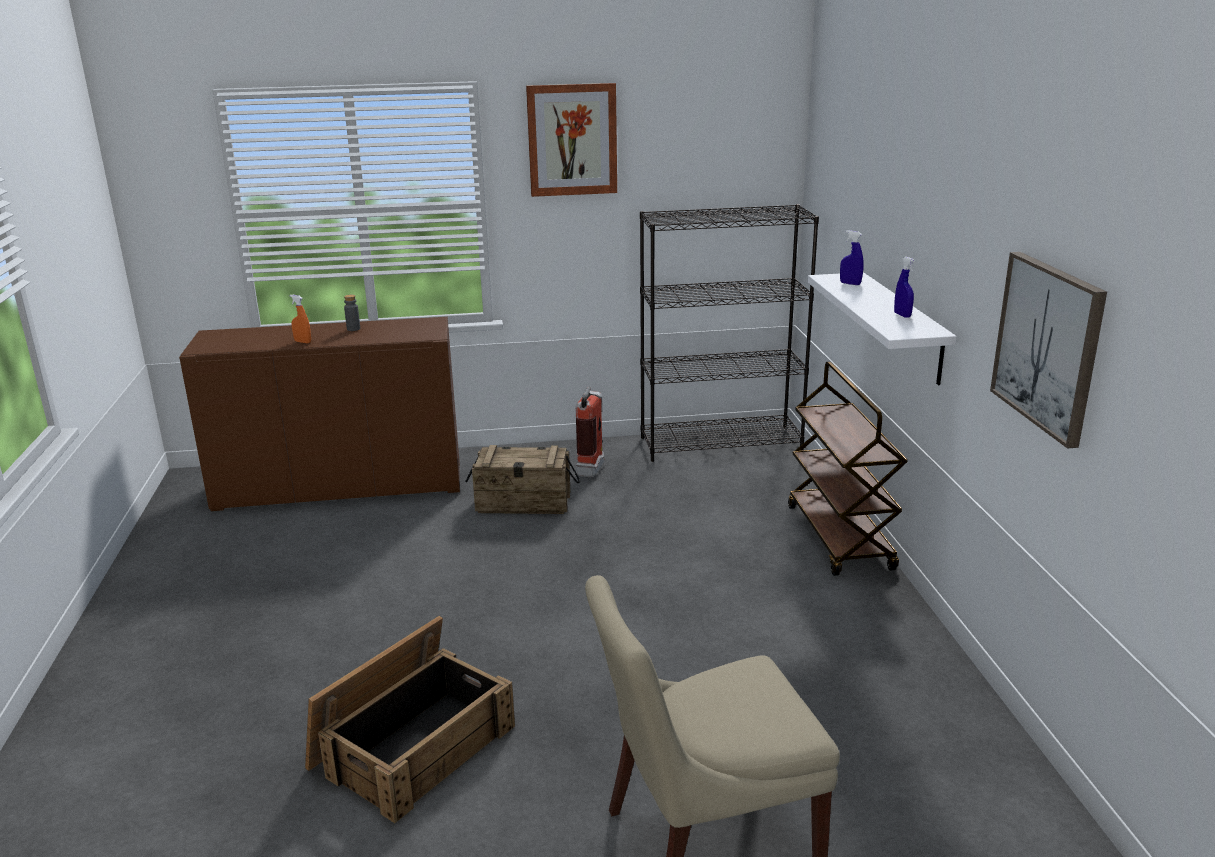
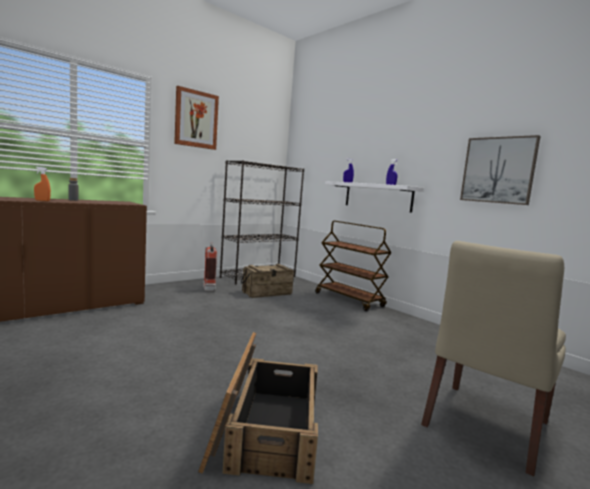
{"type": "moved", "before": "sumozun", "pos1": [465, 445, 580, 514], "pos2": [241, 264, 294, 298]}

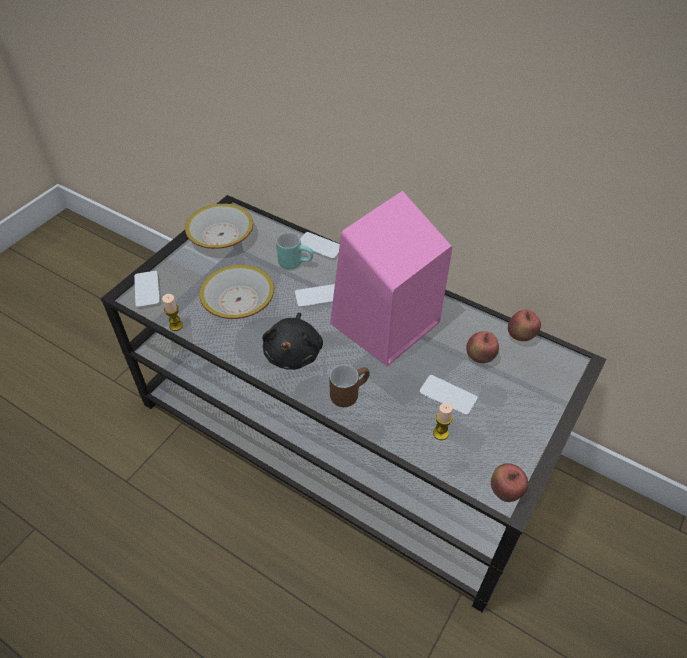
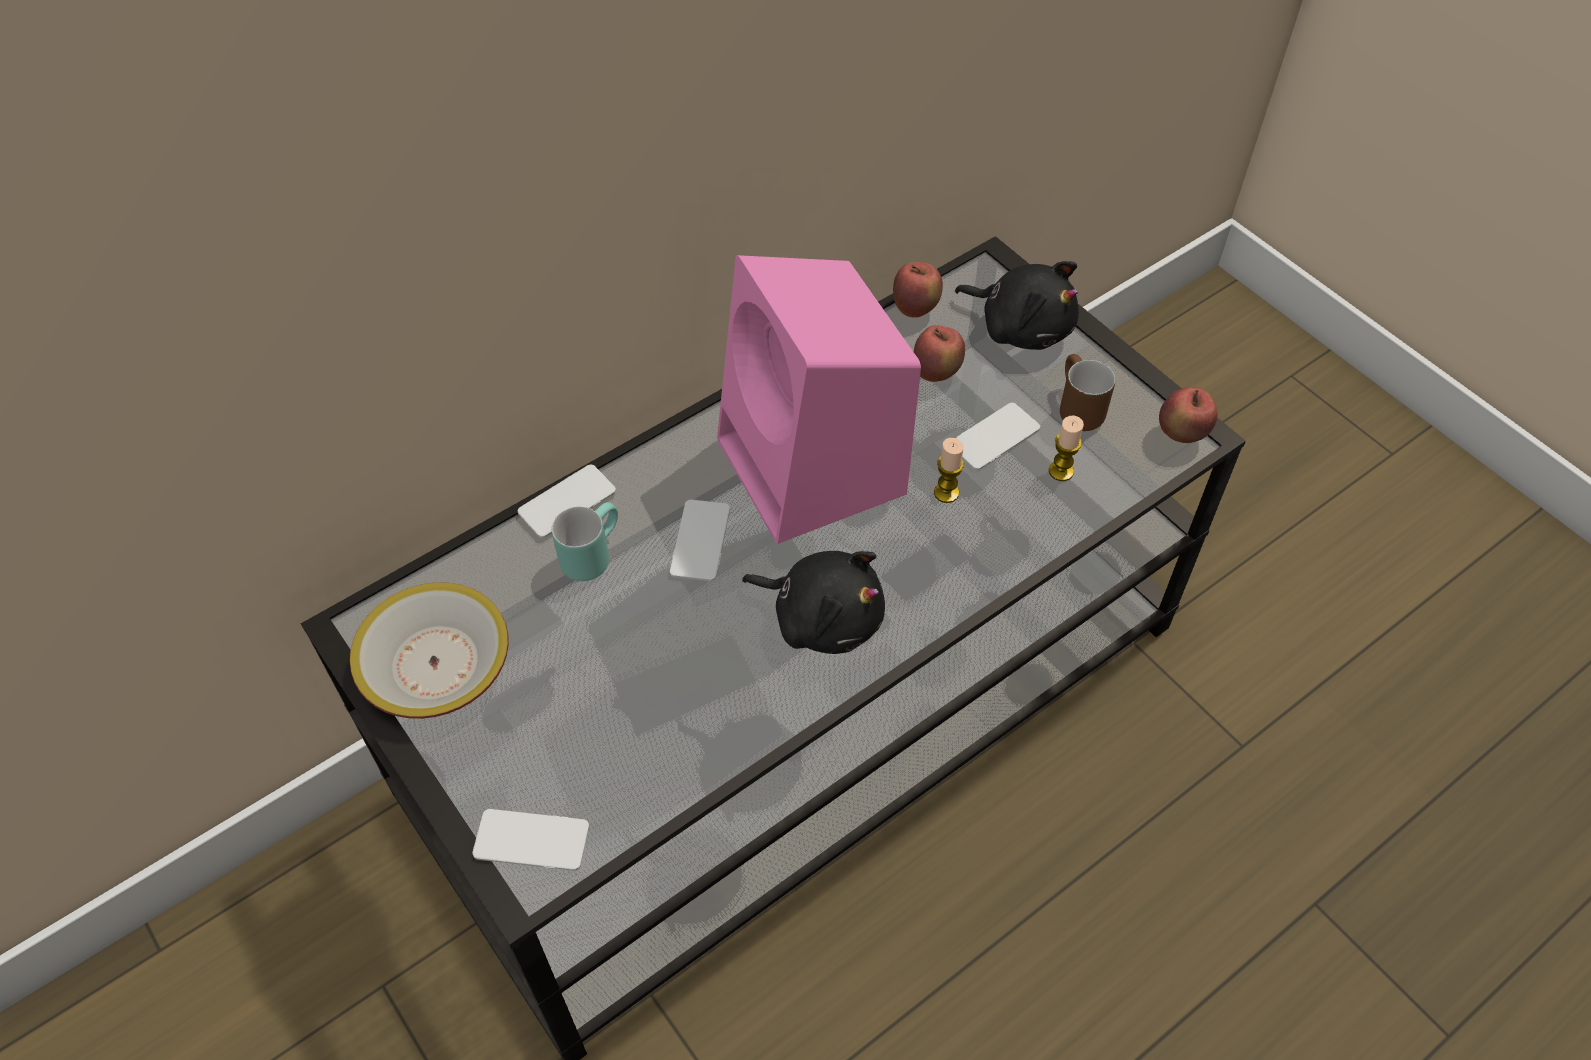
{"type": "removed", "before": "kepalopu", "pos1": [199, 265, 274, 319]}
{"type": "added", "after": "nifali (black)", "pos2": [955, 261, 1079, 350]}
{"type": "moved", "before": "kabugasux", "pos1": [162, 294, 183, 331], "pos2": [934, 438, 964, 503]}
{"type": "moved", "before": "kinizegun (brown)", "pos1": [329, 365, 370, 407], "pos2": [1060, 354, 1115, 431]}

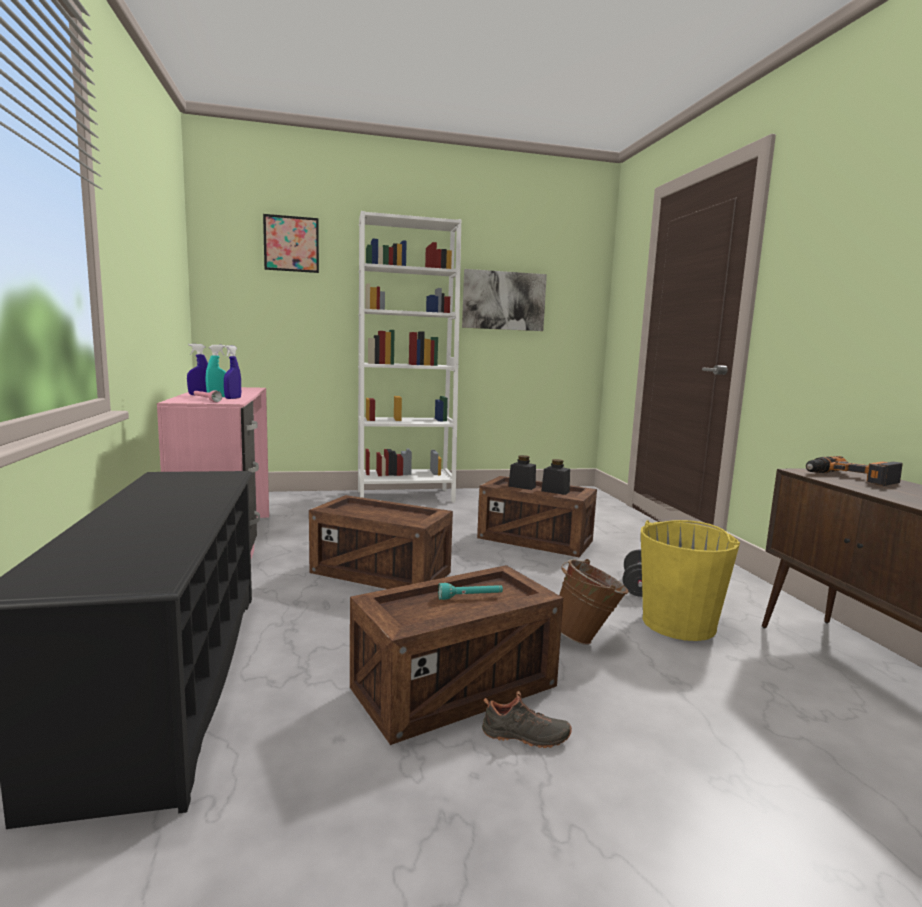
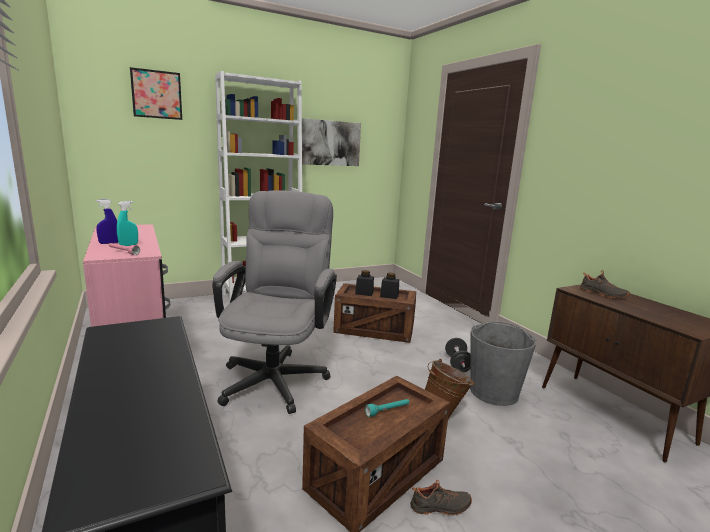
{"type": "removed", "before": "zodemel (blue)", "pos1": [224, 345, 241, 399]}
{"type": "replaced", "before": "sumozun", "after": "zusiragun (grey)", "pos1": [309, 495, 453, 589], "pos2": [212, 191, 337, 414]}
{"type": "replaced", "before": "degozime", "after": "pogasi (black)", "pos1": [806, 456, 903, 486], "pos2": [580, 270, 630, 298]}
{"type": "recoloured", "before": "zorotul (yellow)", "after": "zorotul (grey)", "pos1": [641, 520, 740, 641], "pos2": [470, 321, 537, 406]}

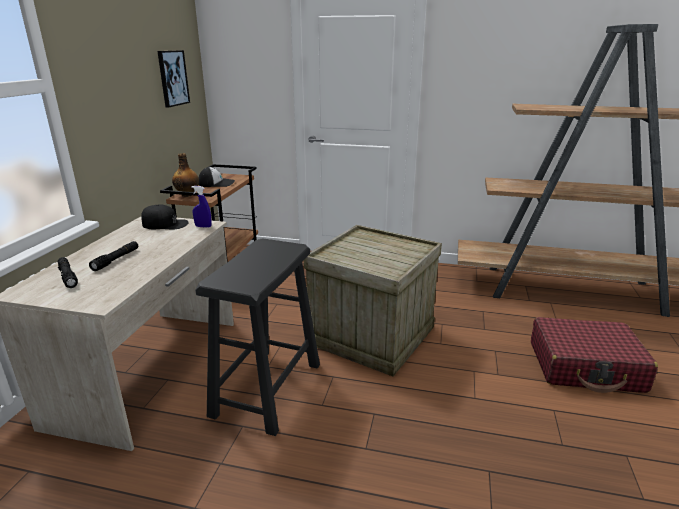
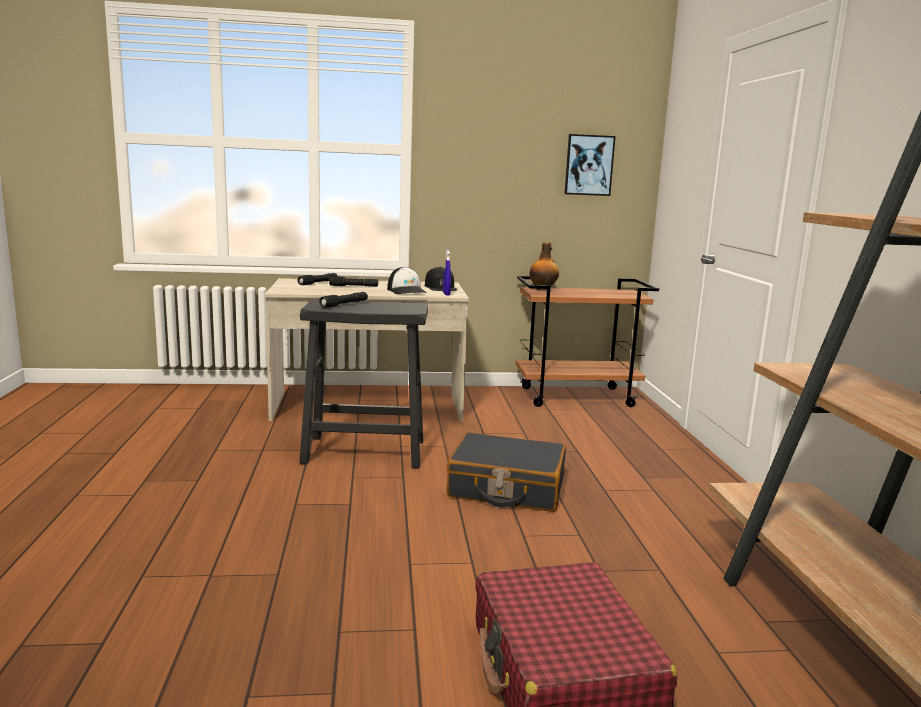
{"type": "added", "after": "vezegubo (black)", "pos2": [319, 292, 368, 308]}
{"type": "moved", "before": "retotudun", "pos1": [198, 167, 235, 187], "pos2": [387, 267, 427, 294]}
{"type": "replaced", "before": "sumozun", "after": "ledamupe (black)", "pos1": [304, 225, 442, 377], "pos2": [447, 432, 566, 512]}

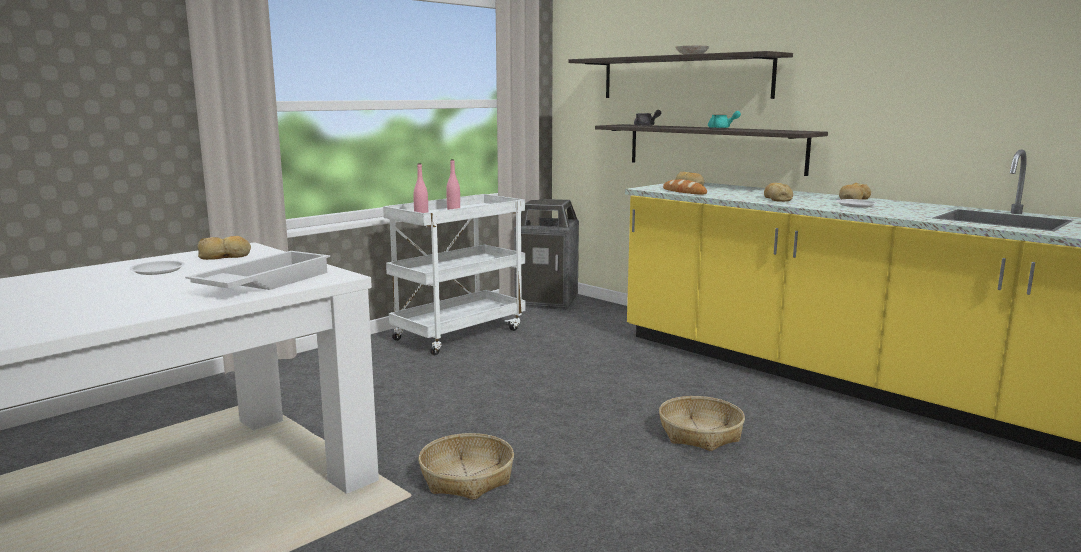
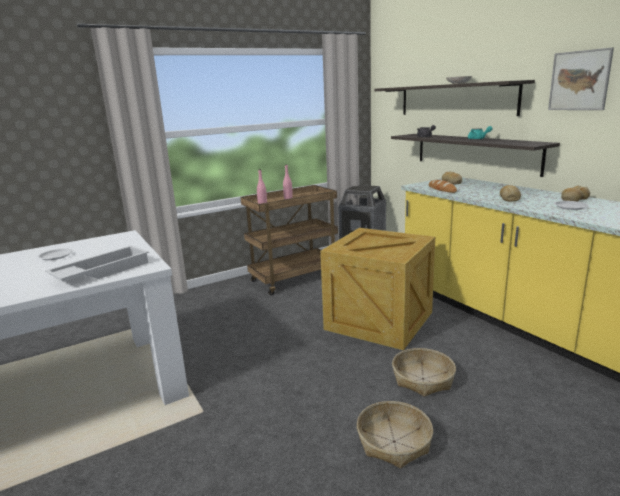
{"type": "removed", "before": "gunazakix", "pos1": [198, 236, 251, 260]}
{"type": "added", "after": "sumozun", "pos2": [320, 228, 435, 350]}
{"type": "added", "after": "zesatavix", "pos2": [548, 47, 614, 110]}
{"type": "moved", "before": "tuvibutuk", "pos1": [419, 433, 514, 500], "pos2": [357, 401, 433, 468]}
{"type": "recoloured", "before": "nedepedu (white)", "after": "nedepedu (brown)", "pos1": [383, 194, 525, 355], "pos2": [241, 185, 338, 295]}

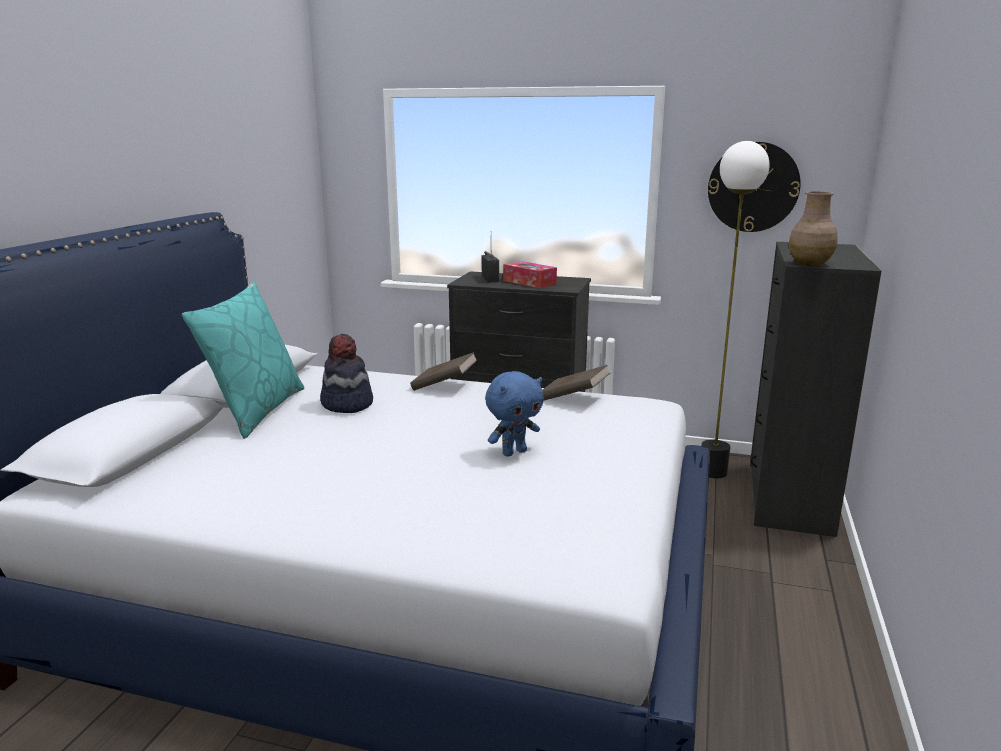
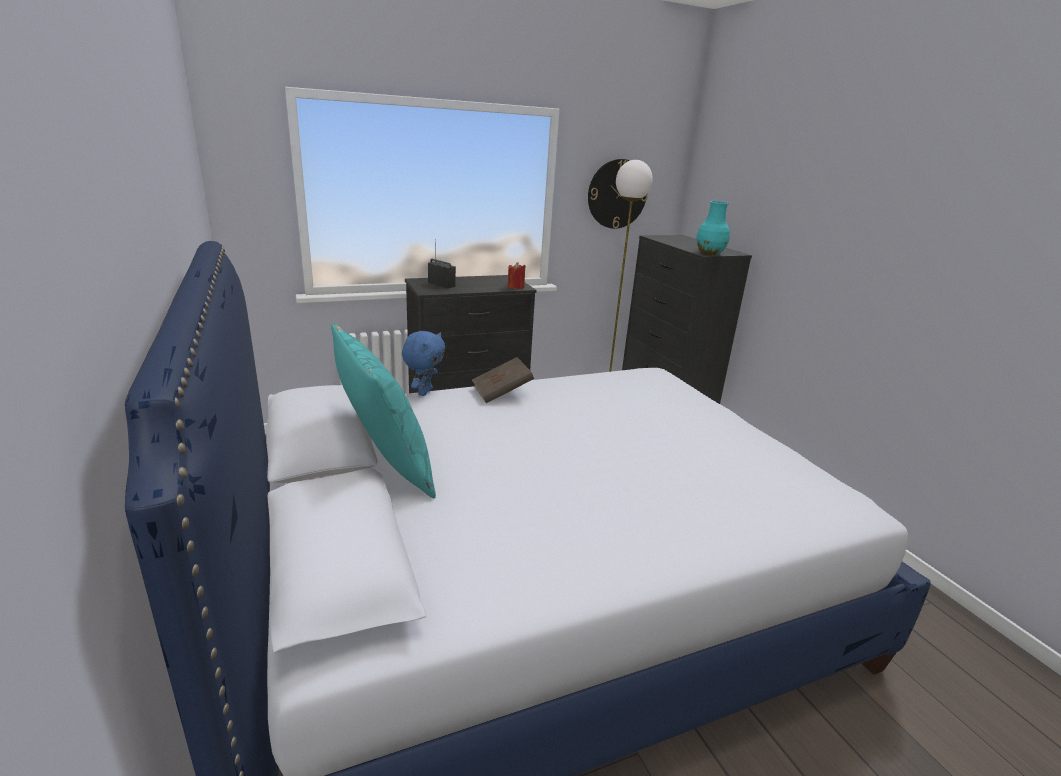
{"type": "removed", "before": "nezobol", "pos1": [320, 334, 373, 413]}
{"type": "removed", "before": "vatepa", "pos1": [503, 261, 557, 288]}
{"type": "removed", "before": "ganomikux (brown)", "pos1": [542, 365, 610, 401]}
{"type": "added", "after": "kabugasux (red)", "pos2": [508, 262, 526, 289]}
{"type": "moved", "before": "nifali (blue)", "pos1": [485, 371, 544, 456], "pos2": [402, 331, 445, 396]}
{"type": "recoloured", "before": "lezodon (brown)", "after": "lezodon (turquoise)", "pos1": [789, 191, 838, 266], "pos2": [696, 201, 730, 255]}

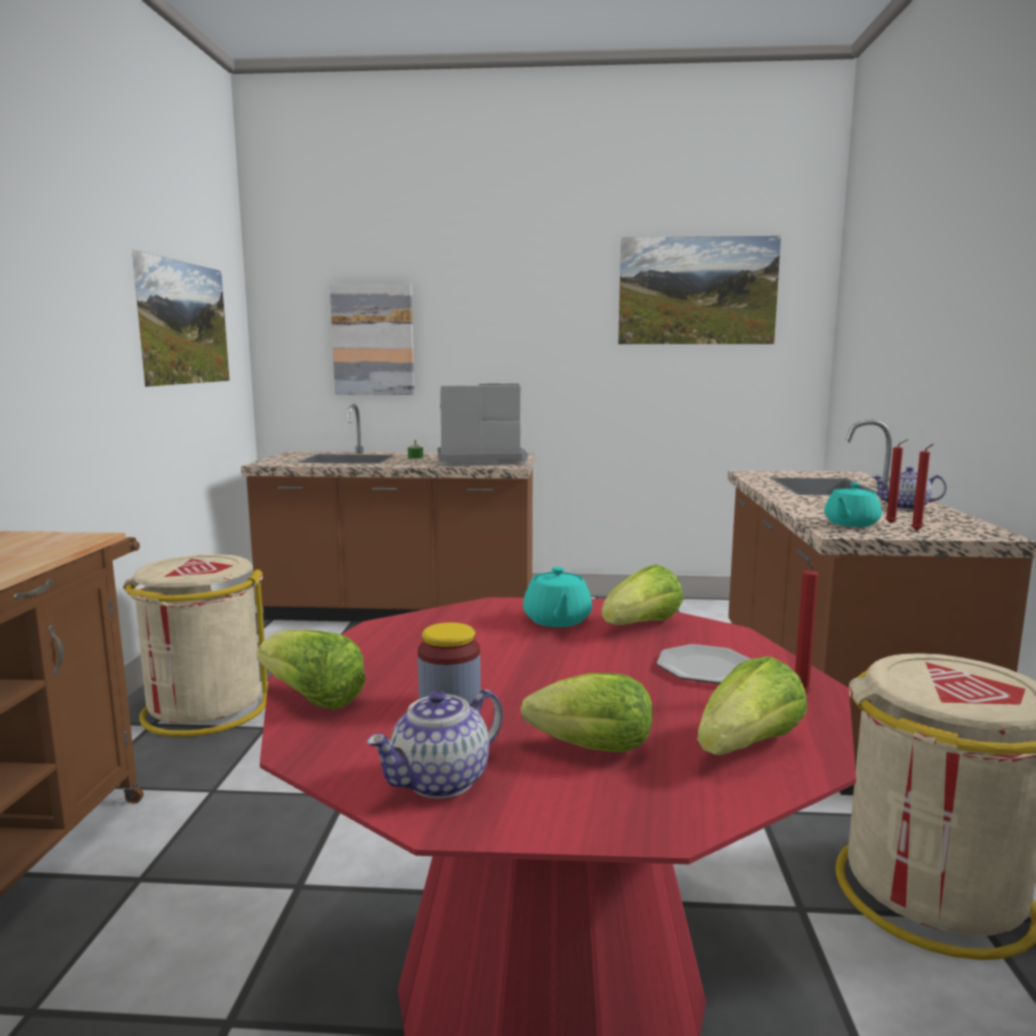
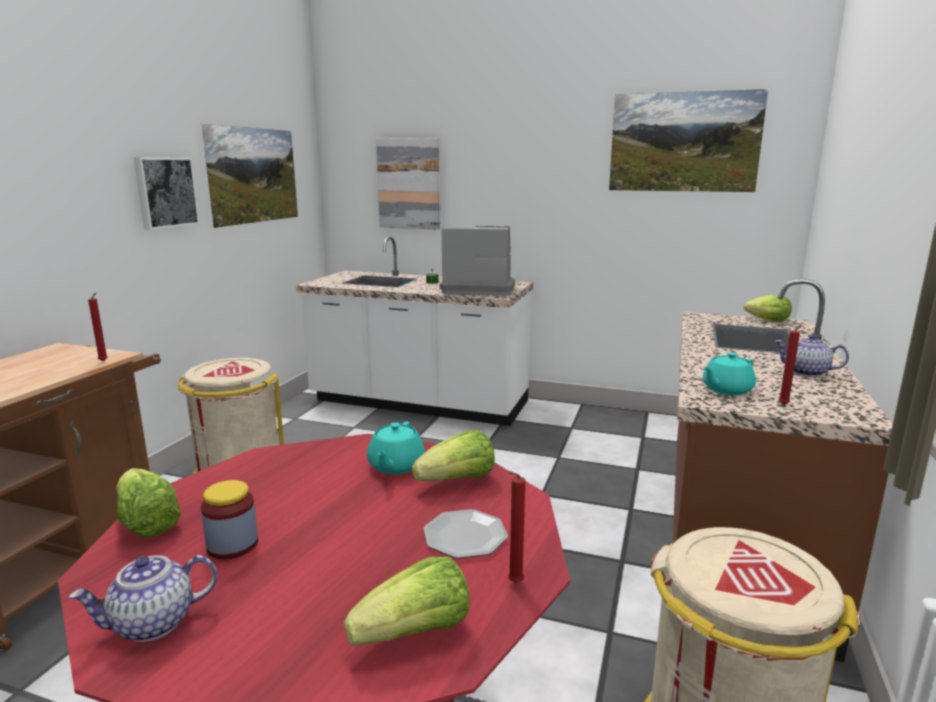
{"type": "added", "after": "zesatavix", "pos2": [133, 157, 200, 230]}
{"type": "moved", "before": "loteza", "pos1": [521, 673, 652, 752], "pos2": [744, 295, 792, 322]}
{"type": "moved", "before": "kabugasux (red)", "pos1": [885, 439, 909, 523], "pos2": [88, 292, 108, 361]}
{"type": "recoloured", "before": "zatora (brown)", "after": "zatora (white)", "pos1": [241, 404, 535, 622], "pos2": [296, 236, 533, 426]}

